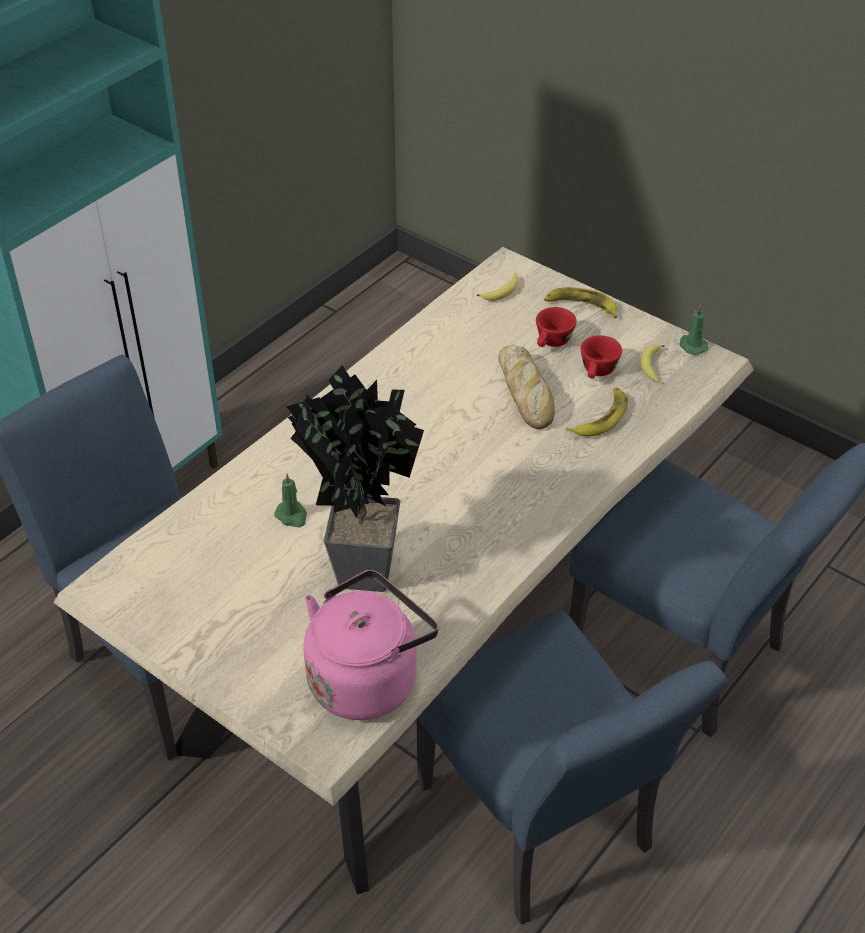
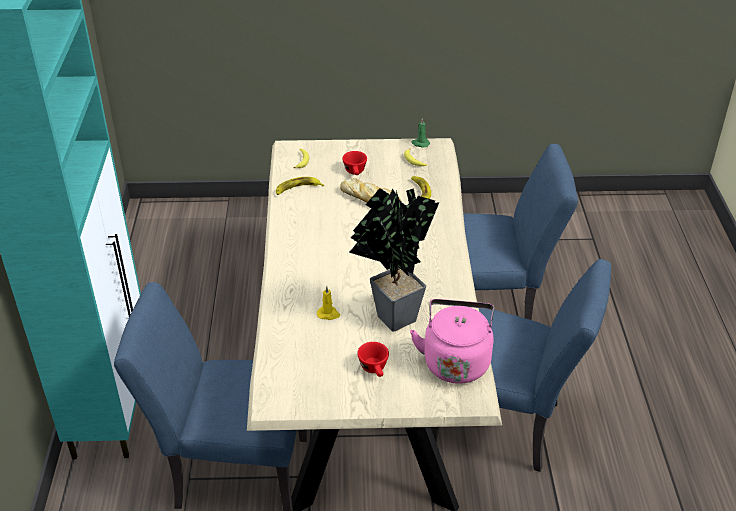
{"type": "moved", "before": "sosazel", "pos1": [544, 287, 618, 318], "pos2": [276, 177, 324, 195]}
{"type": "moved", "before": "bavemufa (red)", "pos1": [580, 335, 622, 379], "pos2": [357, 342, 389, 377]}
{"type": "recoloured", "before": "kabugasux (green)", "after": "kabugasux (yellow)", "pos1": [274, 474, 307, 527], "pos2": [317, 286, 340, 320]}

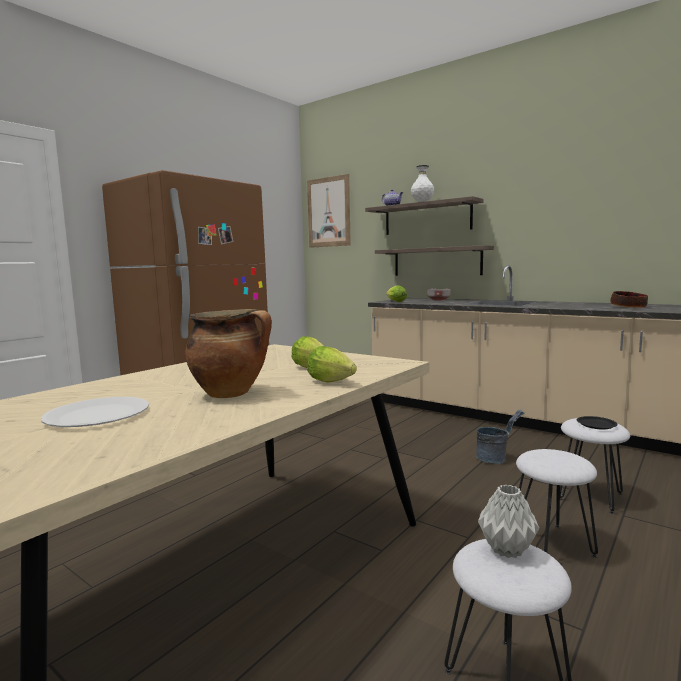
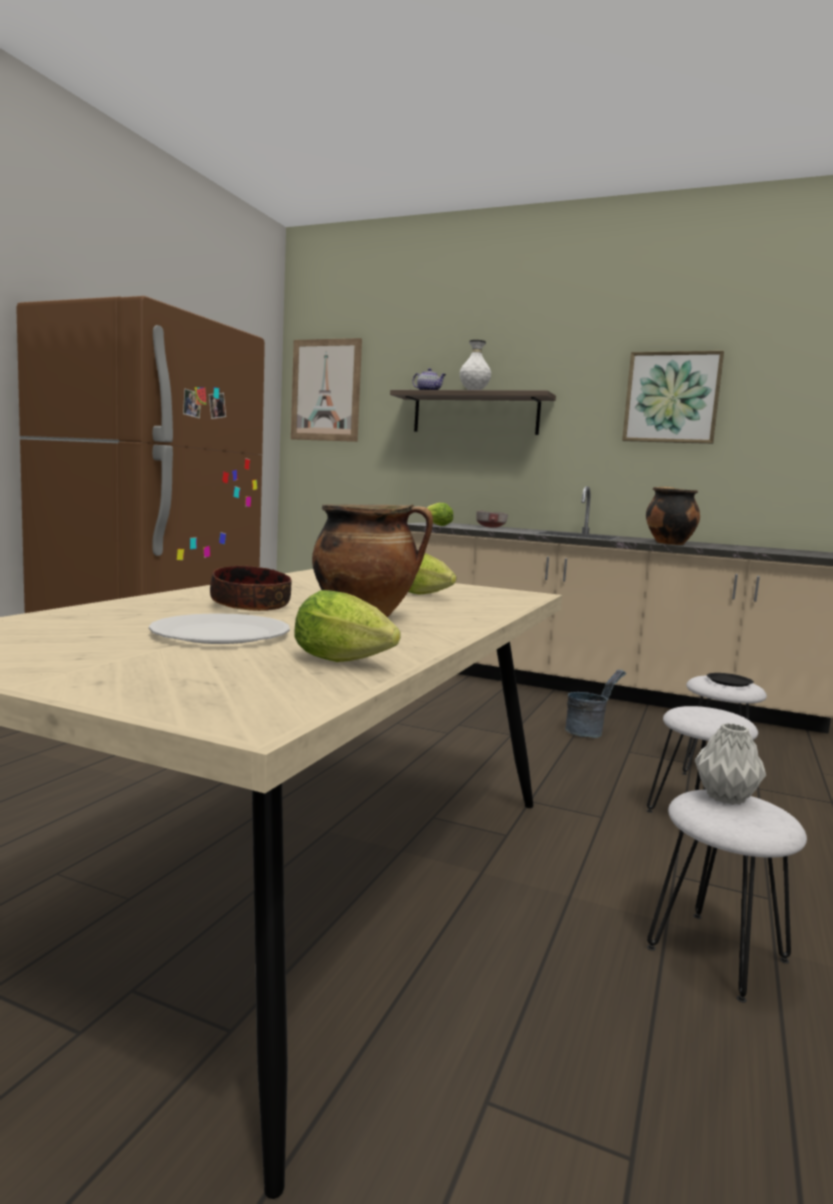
{"type": "removed", "before": "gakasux", "pos1": [375, 245, 494, 276]}
{"type": "added", "after": "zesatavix", "pos2": [622, 351, 724, 444]}
{"type": "added", "after": "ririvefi", "pos2": [646, 487, 700, 545]}
{"type": "moved", "before": "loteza", "pos1": [307, 346, 357, 383], "pos2": [295, 590, 401, 662]}
{"type": "moved", "before": "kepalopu", "pos1": [611, 291, 648, 308], "pos2": [210, 566, 291, 611]}

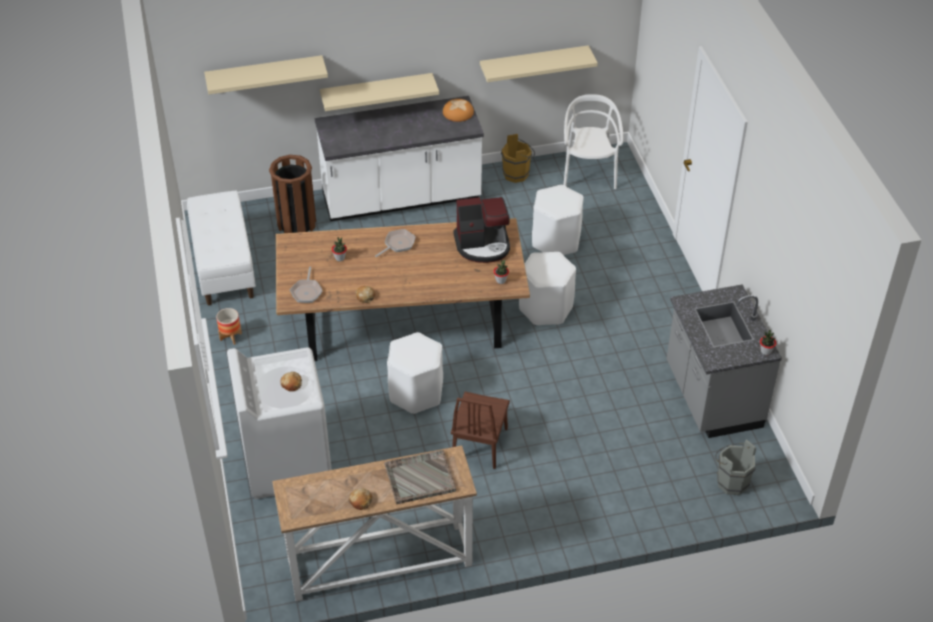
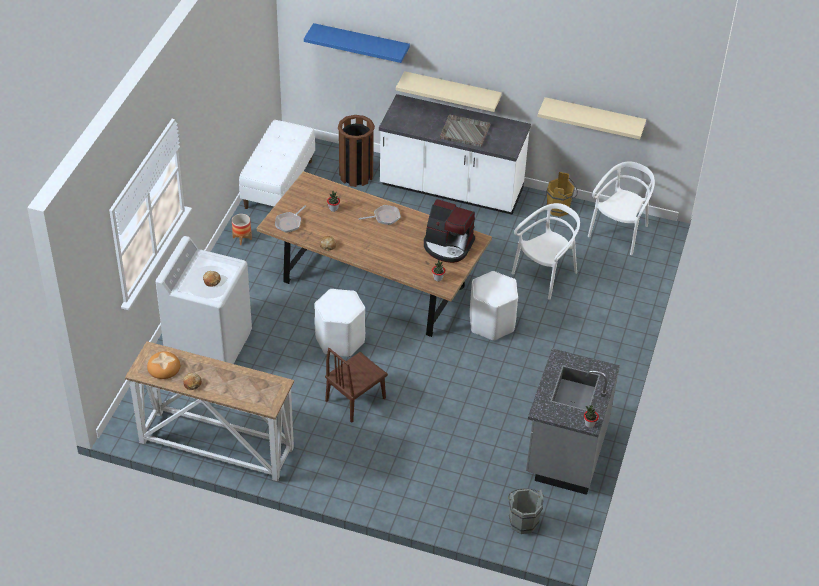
{"type": "moved", "before": "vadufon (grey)", "pos1": [384, 450, 456, 505], "pos2": [440, 114, 491, 147]}
{"type": "moved", "before": "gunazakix", "pos1": [443, 99, 474, 122], "pos2": [147, 352, 180, 379]}
{"type": "replaced", "before": "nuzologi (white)", "after": "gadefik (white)", "pos1": [532, 185, 584, 255], "pos2": [511, 203, 580, 300]}
{"type": "recoloured", "before": "gakasux (beige)", "after": "gakasux (blue)", "pos1": [204, 55, 328, 95], "pos2": [304, 23, 410, 63]}

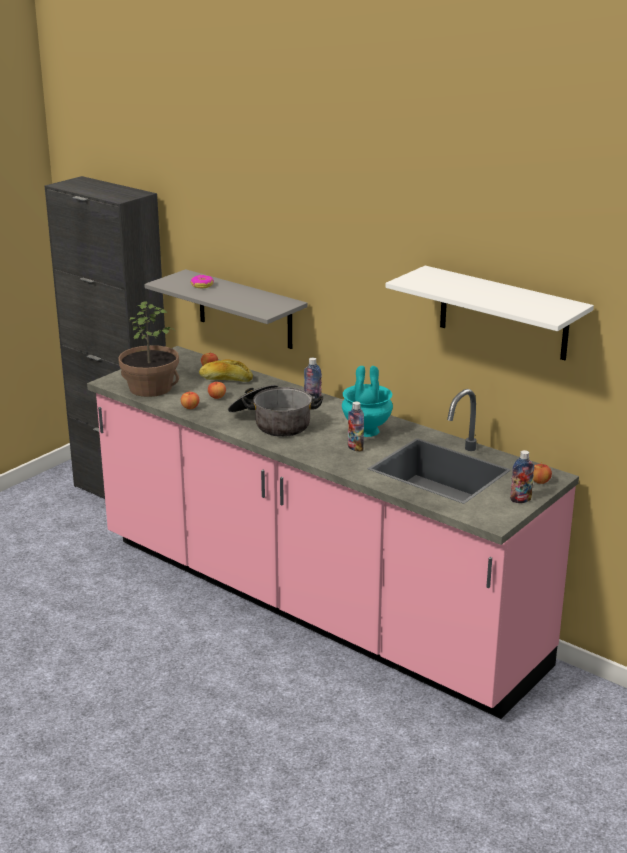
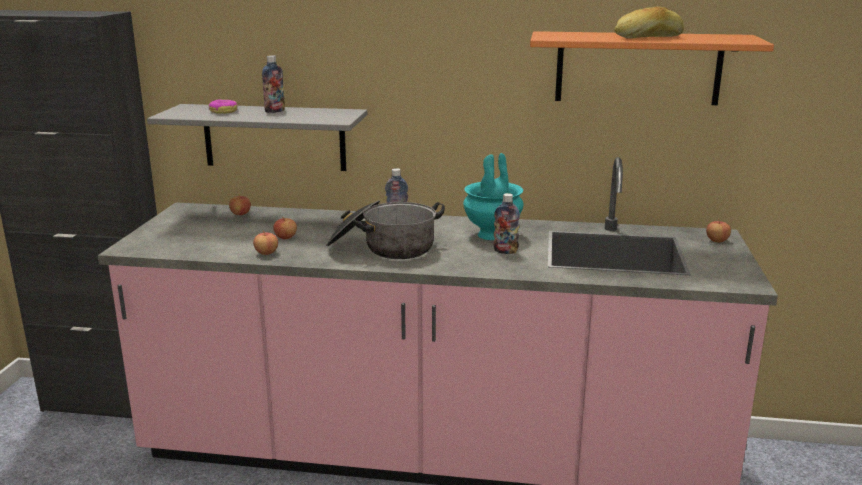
{"type": "removed", "before": "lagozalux", "pos1": [118, 301, 179, 397]}
{"type": "moved", "before": "gunazakix", "pos1": [199, 359, 253, 382], "pos2": [614, 6, 684, 38]}
{"type": "moved", "before": "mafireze", "pos1": [510, 450, 534, 503], "pos2": [262, 55, 285, 113]}
{"type": "recoloured", "before": "gakasux (white)", "after": "gakasux (orange)", "pos1": [385, 266, 594, 360], "pos2": [530, 31, 774, 105]}

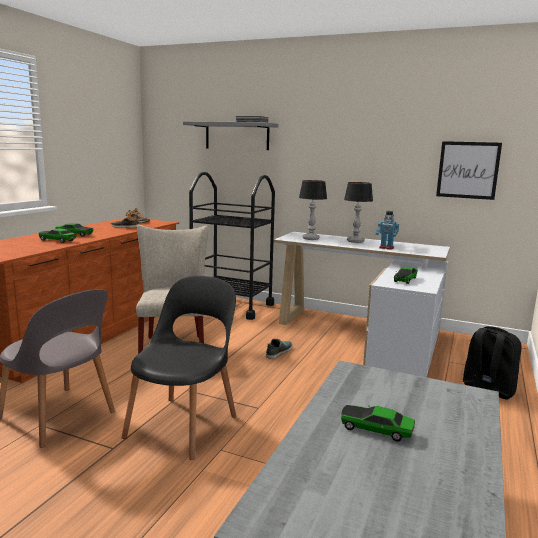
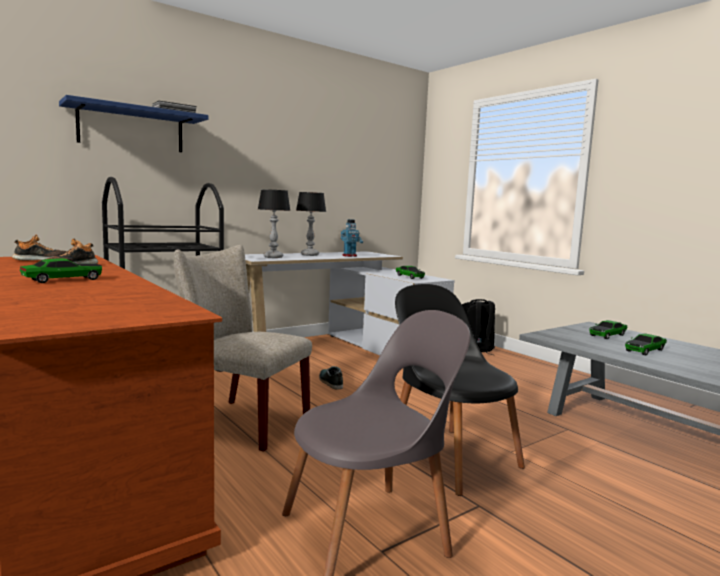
{"type": "removed", "before": "zesatavix", "pos1": [436, 141, 502, 200]}
{"type": "moved", "before": "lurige", "pos1": [39, 228, 77, 243], "pos2": [589, 320, 628, 339]}
{"type": "recoloured", "before": "gakasux (grey)", "after": "gakasux (blue)", "pos1": [183, 121, 278, 150], "pos2": [59, 95, 208, 152]}

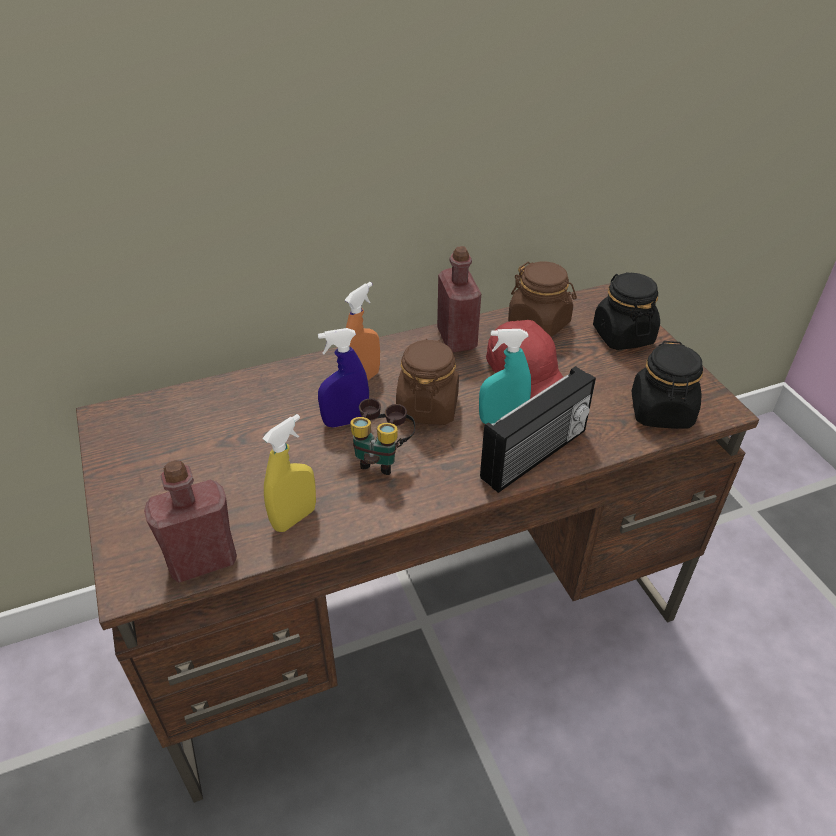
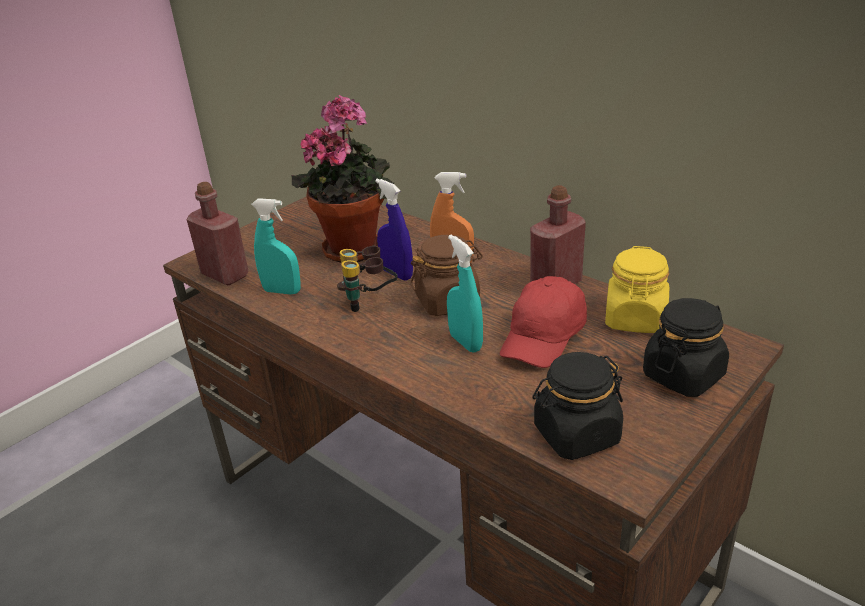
{"type": "removed", "before": "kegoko", "pos1": [480, 366, 596, 493]}
{"type": "added", "after": "lagozalux", "pos2": [292, 95, 394, 262]}
{"type": "recoloured", "before": "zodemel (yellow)", "after": "zodemel (turquoise)", "pos1": [262, 414, 316, 532], "pos2": [251, 198, 301, 295]}
{"type": "recoloured", "before": "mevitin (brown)", "after": "mevitin (yellow)", "pos1": [508, 261, 577, 337], "pos2": [605, 246, 669, 333]}

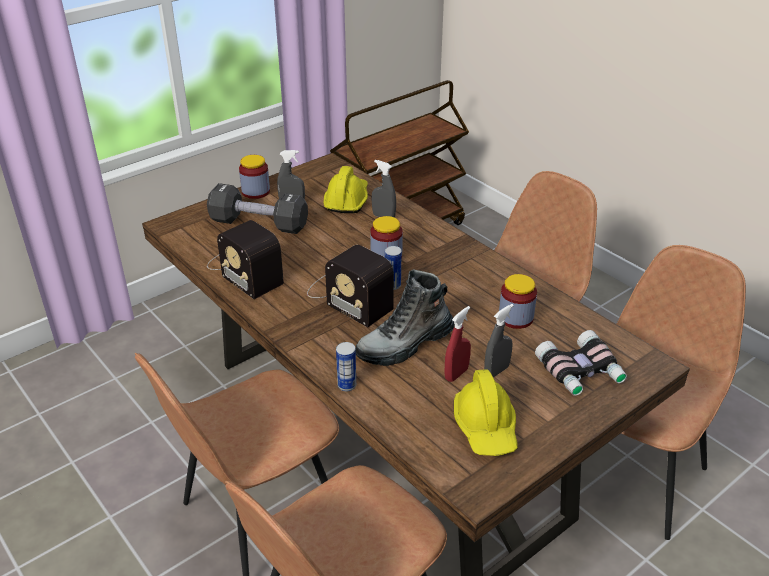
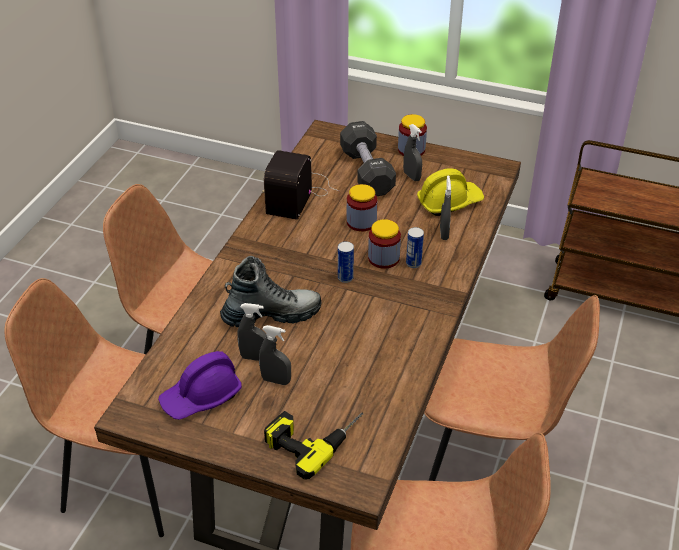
{"type": "removed", "before": "kegoko", "pos1": [307, 245, 394, 327]}
{"type": "moved", "before": "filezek", "pos1": [336, 342, 356, 391], "pos2": [406, 227, 424, 268]}
{"type": "moved", "before": "mevitin", "pos1": [499, 274, 537, 329], "pos2": [347, 184, 377, 232]}
{"type": "replaced", "before": "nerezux", "after": "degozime", "pos1": [535, 330, 627, 396], "pos2": [264, 411, 364, 480]}
{"type": "recoloured", "before": "zodemel (red)", "after": "zodemel (grey)", "pos1": [444, 306, 471, 382], "pos2": [237, 303, 267, 361]}
{"type": "recoloured", "before": "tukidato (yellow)", "after": "tukidato (purple)", "pos1": [454, 369, 518, 456], "pos2": [158, 351, 242, 420]}
{"type": "turned", "before": "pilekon", "pos1": [355, 270, 455, 366], "pos2": [220, 256, 321, 327], "turn": 135}

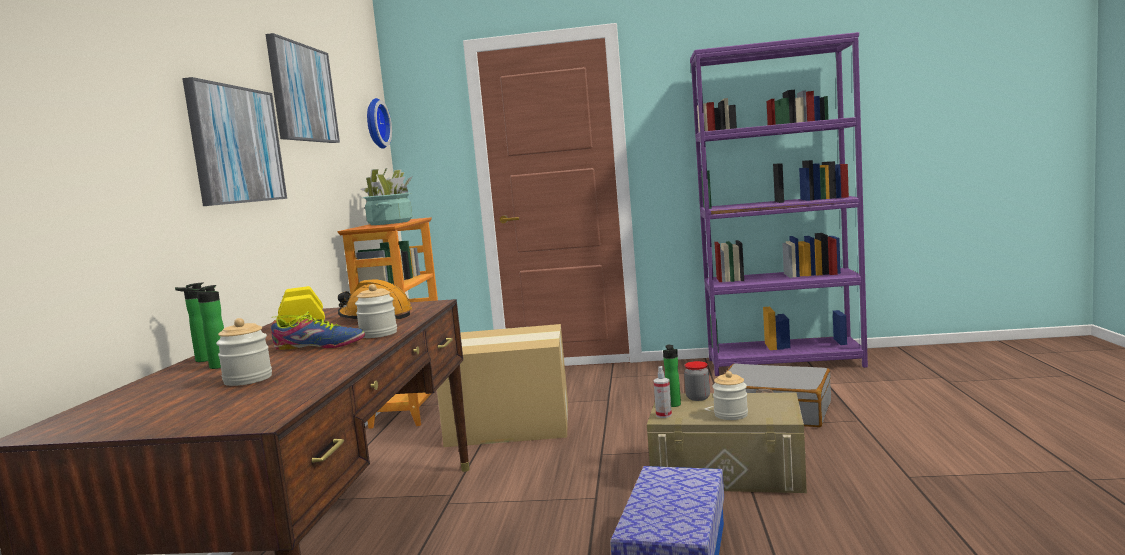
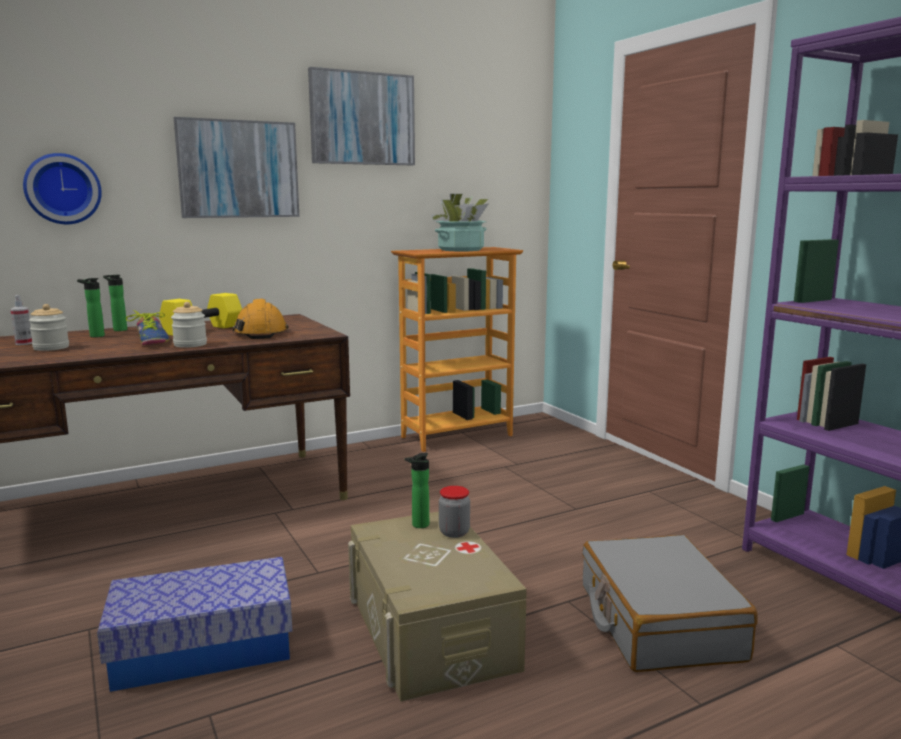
{"type": "removed", "before": "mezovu", "pos1": [437, 324, 568, 447]}
{"type": "removed", "before": "mevitin", "pos1": [712, 371, 748, 420]}
{"type": "moved", "before": "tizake", "pos1": [367, 98, 392, 149], "pos2": [23, 153, 102, 224]}
{"type": "moved", "before": "zodemel", "pos1": [653, 366, 672, 418], "pos2": [10, 295, 32, 345]}

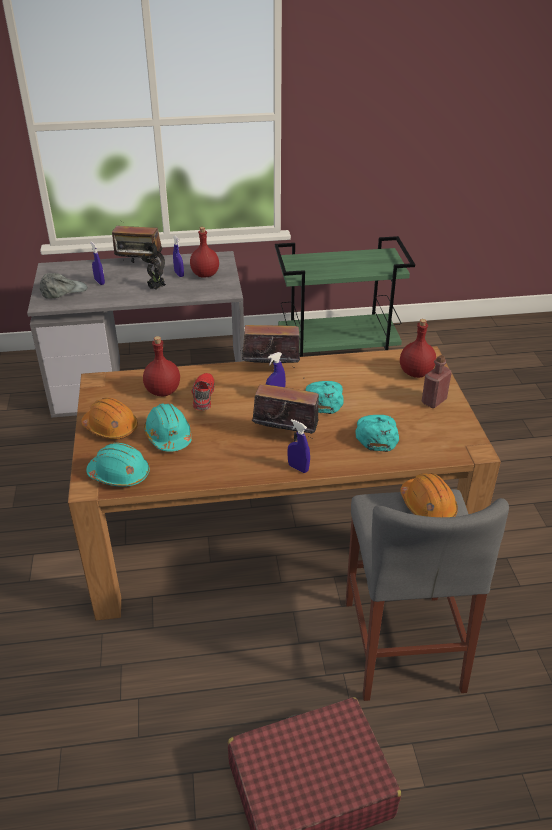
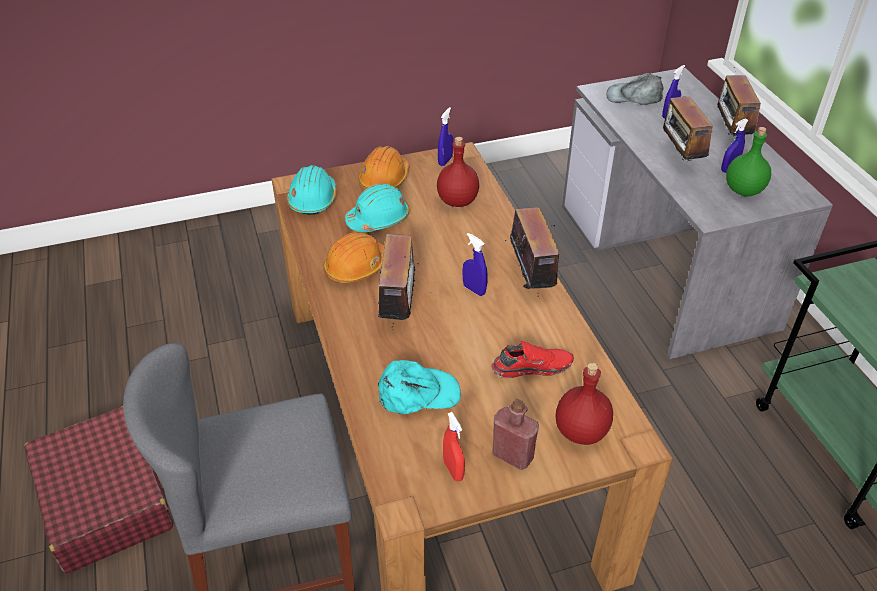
{"type": "removed", "before": "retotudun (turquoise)", "pos1": [305, 381, 344, 414]}
{"type": "added", "after": "zodemel (red)", "pos2": [443, 412, 465, 481]}
{"type": "moved", "before": "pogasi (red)", "pos1": [192, 373, 215, 410], "pos2": [491, 341, 574, 378]}
{"type": "moved", "before": "zodemel (blue)", "pos1": [287, 419, 310, 473], "pos2": [438, 107, 453, 166]}
{"type": "moved", "before": "tukidato (orange)", "pos1": [400, 473, 458, 517], "pos2": [323, 232, 385, 283]}
{"type": "replaced", "before": "lagozalux", "after": "kegoko", "pos1": [141, 243, 166, 290], "pos2": [663, 90, 714, 161]}
{"type": "recoloured", "before": "mafireze (red)", "after": "mafireze (green)", "pos1": [190, 227, 219, 278], "pos2": [726, 127, 771, 196]}
{"type": "turned", "before": "retotudun (grey)", "pos1": [40, 273, 88, 299], "pos2": [606, 73, 663, 105], "turn": 135}

